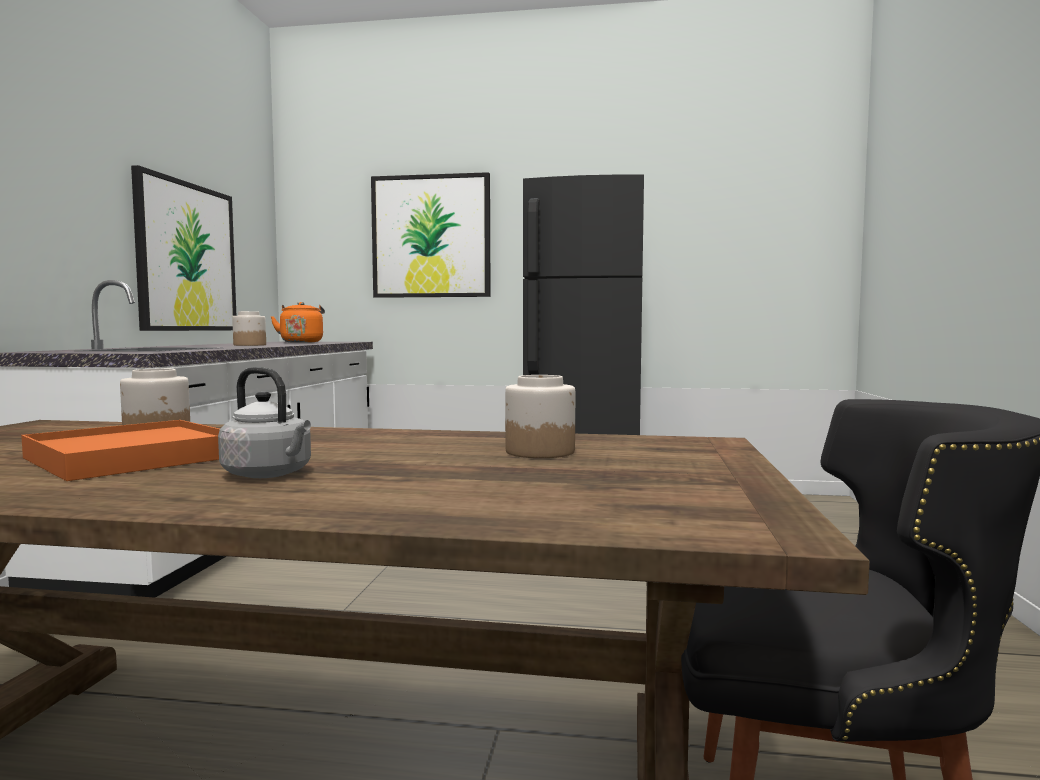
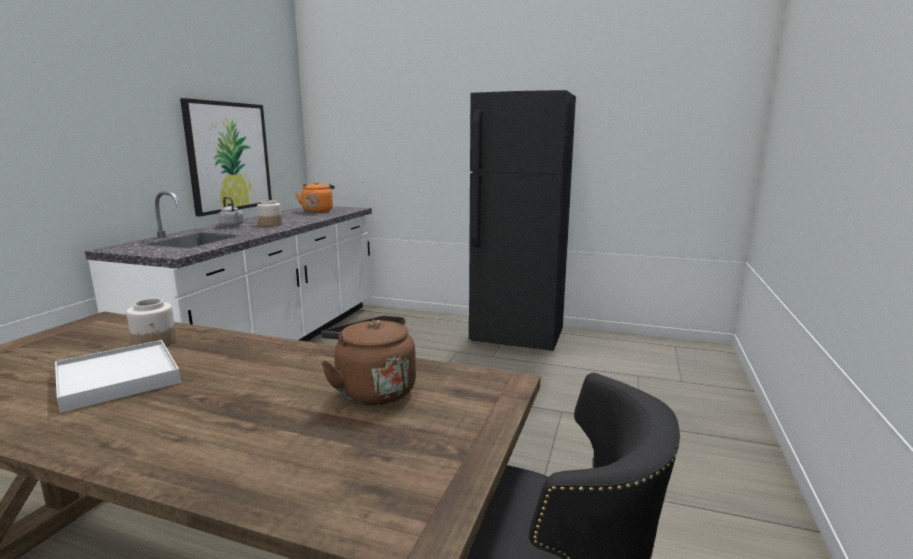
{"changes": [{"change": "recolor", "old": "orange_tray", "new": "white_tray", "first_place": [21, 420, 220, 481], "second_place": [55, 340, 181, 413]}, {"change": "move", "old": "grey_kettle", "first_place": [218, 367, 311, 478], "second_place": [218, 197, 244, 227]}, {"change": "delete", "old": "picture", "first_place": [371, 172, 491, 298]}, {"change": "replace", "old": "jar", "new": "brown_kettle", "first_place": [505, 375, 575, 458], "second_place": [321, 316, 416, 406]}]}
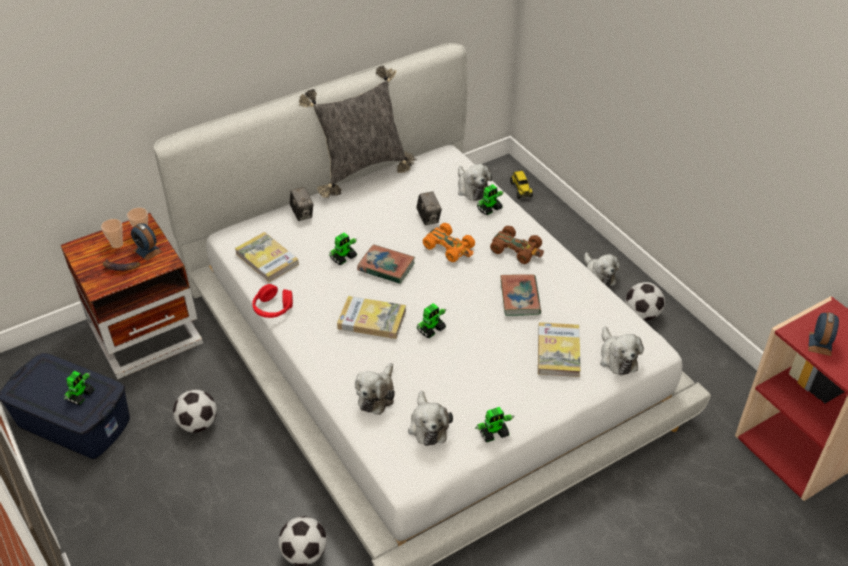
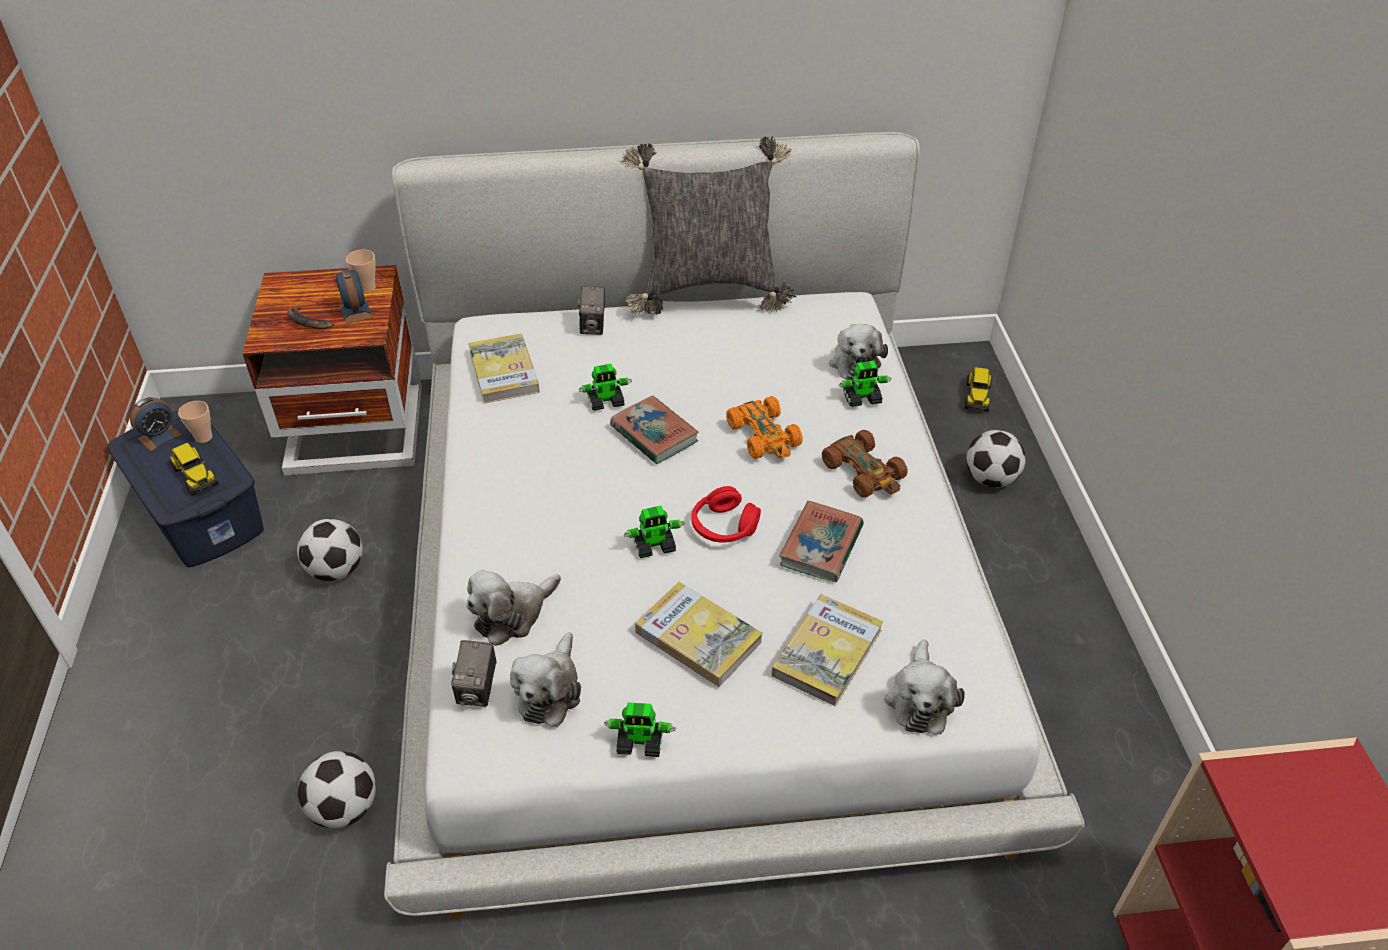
{"changes": [{"change": "replace", "old": "toy_robot", "new": "toy_truck", "first_place": [64, 371, 95, 405], "second_place": [170, 443, 219, 496]}, {"change": "move", "old": "cup", "first_place": [101, 219, 123, 248], "second_place": [178, 401, 212, 443]}, {"change": "move", "old": "red_headphones", "first_place": [252, 284, 293, 318], "second_place": [691, 486, 761, 543]}, {"change": "move", "old": "book", "first_place": [337, 296, 406, 339], "second_place": [635, 582, 763, 687]}, {"change": "move", "old": "photo_camera", "first_place": [416, 191, 442, 225], "second_place": [451, 640, 497, 707]}, {"change": "delete", "old": "plush_toy", "first_place": [584, 252, 620, 287]}, {"change": "move", "old": "football", "first_place": [625, 282, 665, 321], "second_place": [966, 430, 1025, 488]}, {"change": "move", "old": "alarm_clock", "first_place": [808, 312, 839, 356], "second_place": [130, 397, 181, 451]}]}
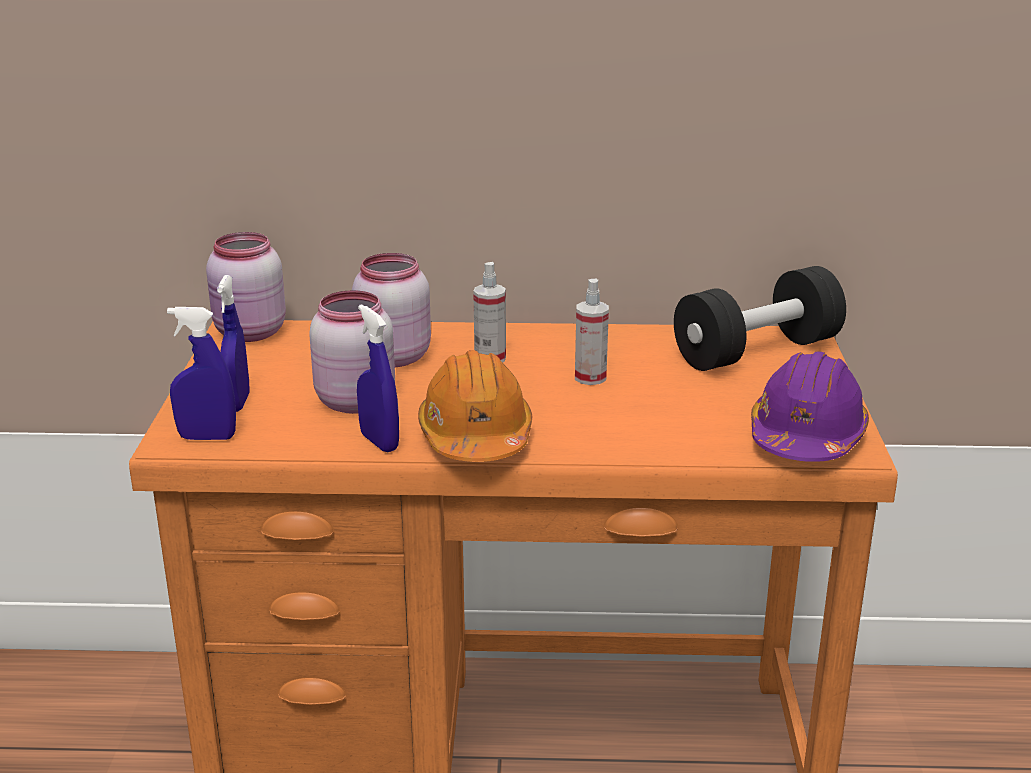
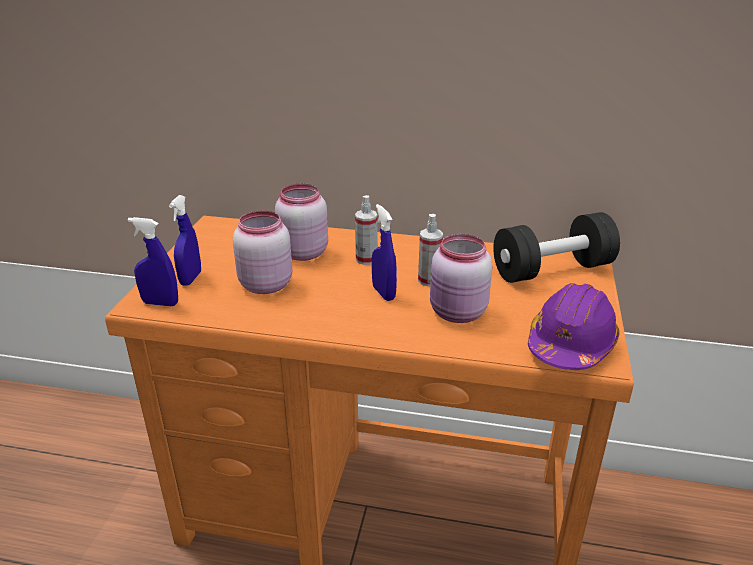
{"changes": [{"change": "move", "old": "pink_jar", "first_place": [206, 232, 286, 342], "second_place": [430, 234, 492, 323]}, {"change": "move", "old": "blue_spray_bottle", "first_place": [357, 304, 399, 452], "second_place": [372, 204, 397, 301]}, {"change": "delete", "old": "orange_hard_hat", "first_place": [418, 350, 533, 462]}]}
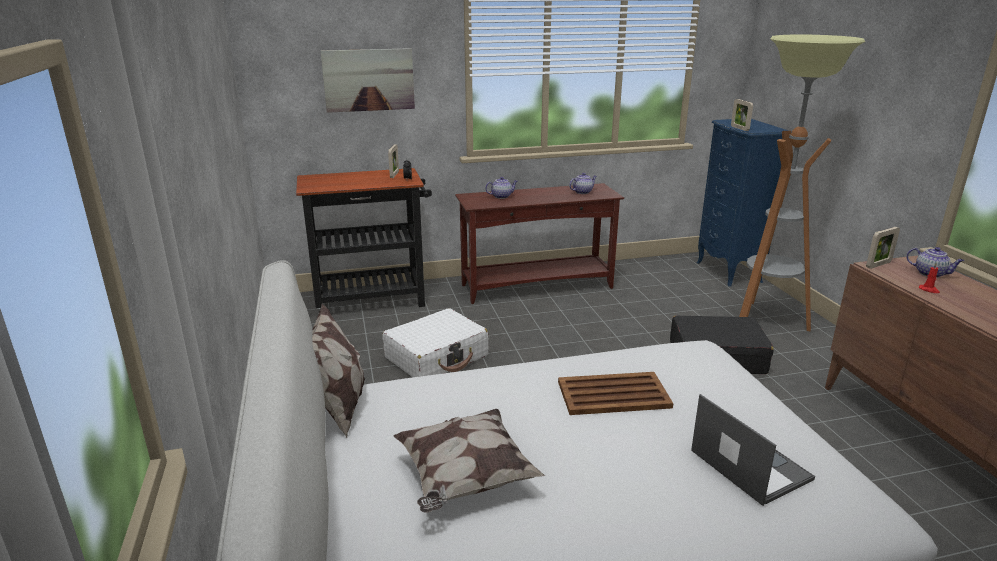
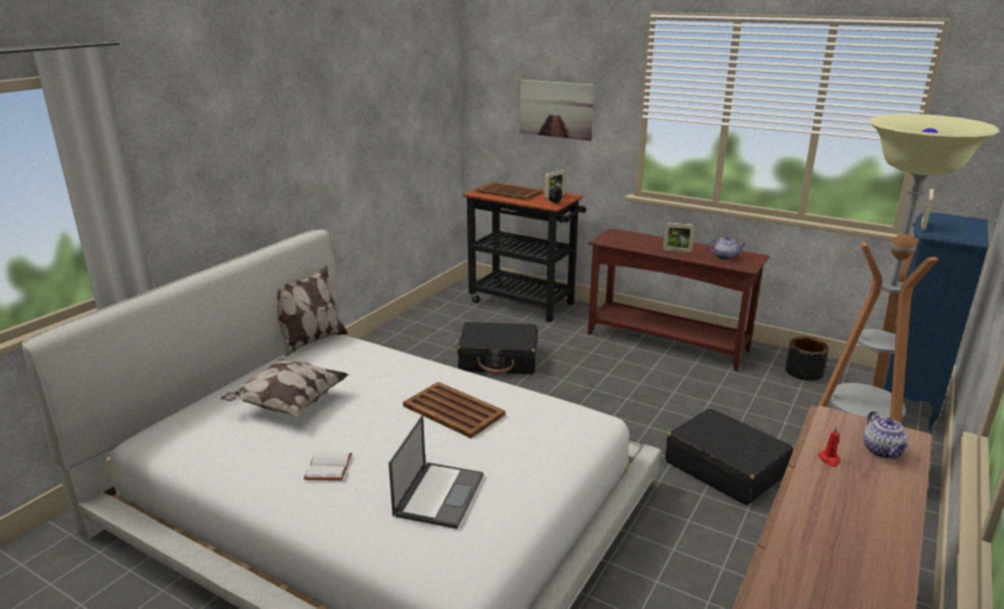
{"changes": [{"change": "recolor", "old": "white_suitcase", "new": "black_suitcase", "first_place": [382, 308, 488, 377], "second_place": [457, 322, 537, 375]}, {"change": "delete", "old": "teapot", "first_place": [485, 177, 517, 199]}, {"change": "move", "old": "picture_frame", "first_place": [866, 227, 900, 269], "second_place": [663, 222, 695, 253]}, {"change": "insert", "new": "white_book", "second_place": [304, 452, 352, 480]}, {"change": "insert", "new": "brown_tray", "second_place": [477, 182, 542, 200]}, {"change": "insert", "new": "black_planter", "second_place": [785, 337, 829, 381]}]}
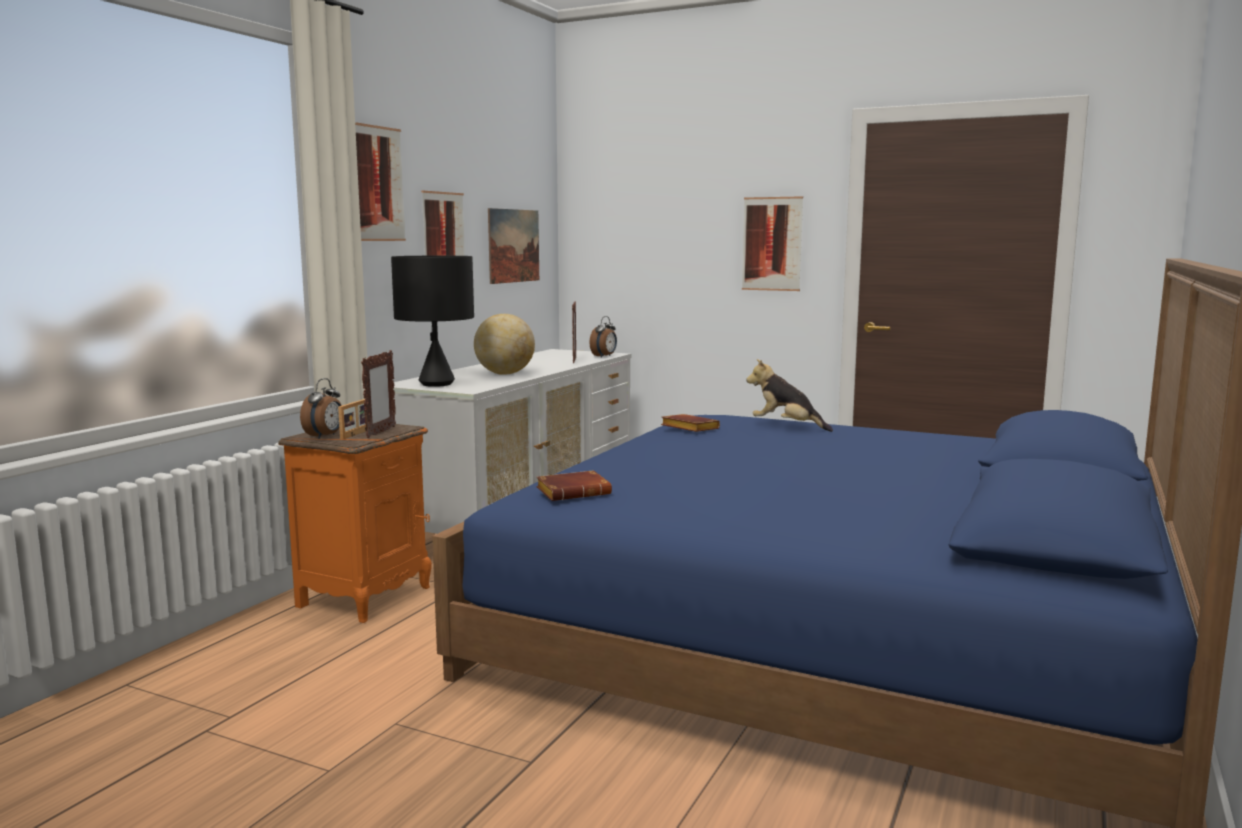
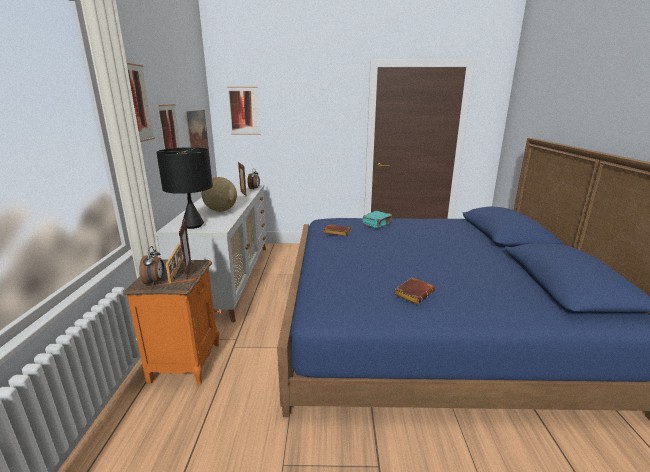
{"changes": [{"change": "move", "old": "brown_book", "first_place": [536, 470, 612, 501], "second_place": [394, 277, 435, 304]}, {"change": "move", "old": "picture", "first_place": [742, 196, 803, 291], "second_place": [227, 87, 260, 135]}, {"change": "replace", "old": "plush_toy", "new": "turquoise_book", "first_place": [746, 359, 833, 432], "second_place": [362, 211, 392, 228]}]}
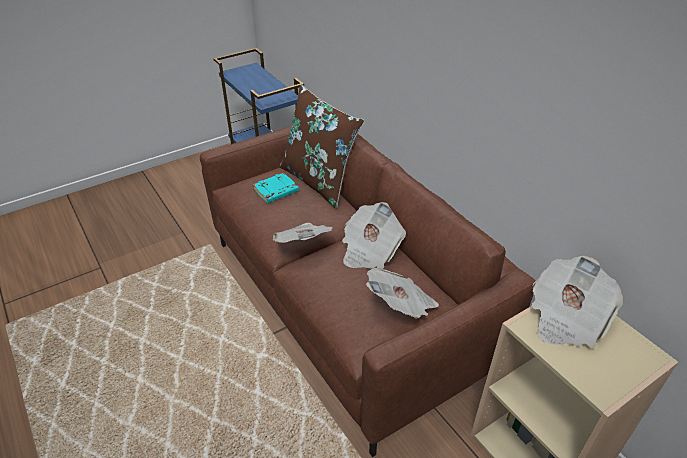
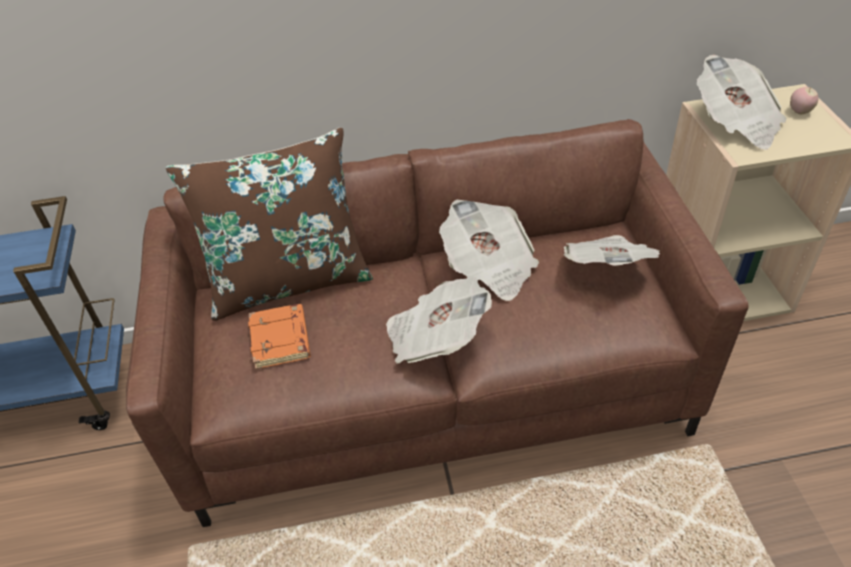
{"changes": [{"change": "recolor", "old": "turquoise_book", "new": "orange_book", "first_place": [253, 173, 299, 203], "second_place": [248, 304, 311, 369]}, {"change": "insert", "new": "apple", "second_place": [790, 87, 818, 114]}]}
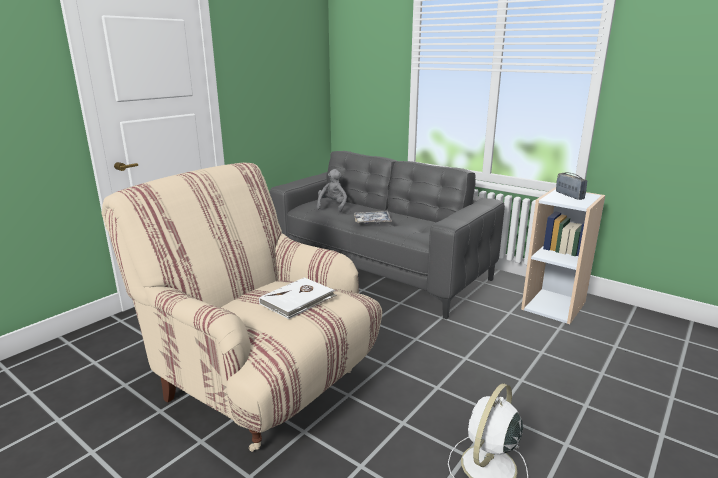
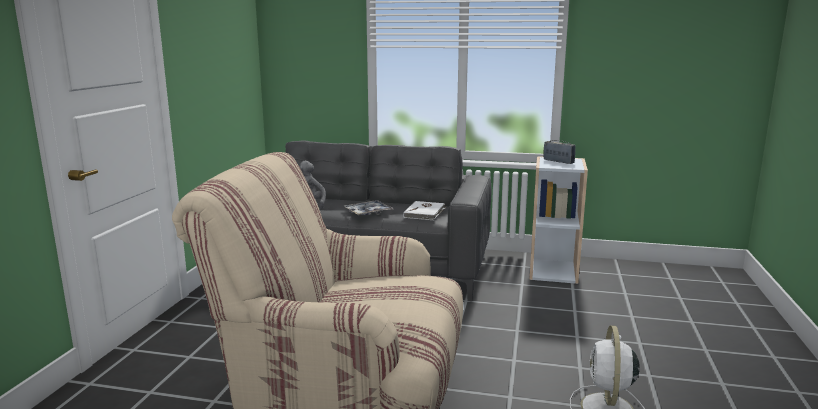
{"changes": [{"change": "move", "old": "white_book", "first_place": [259, 277, 337, 319], "second_place": [403, 201, 447, 220]}]}
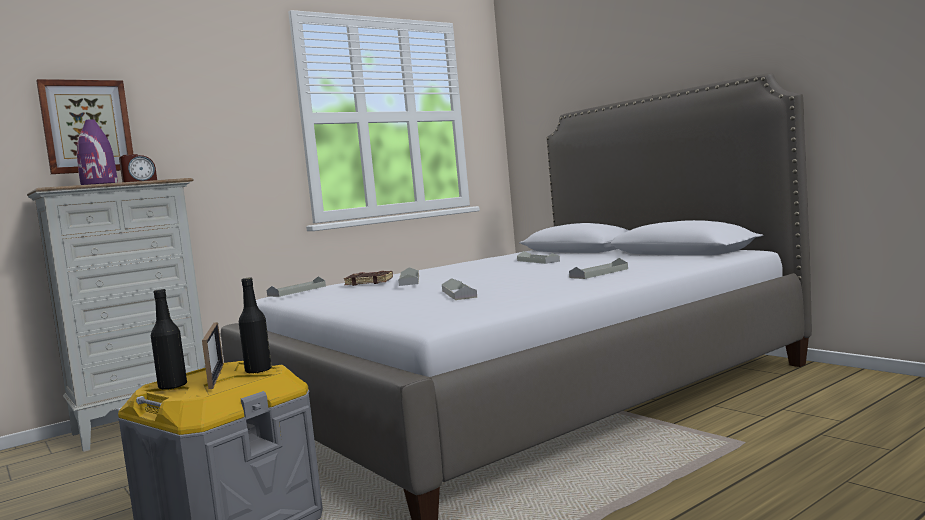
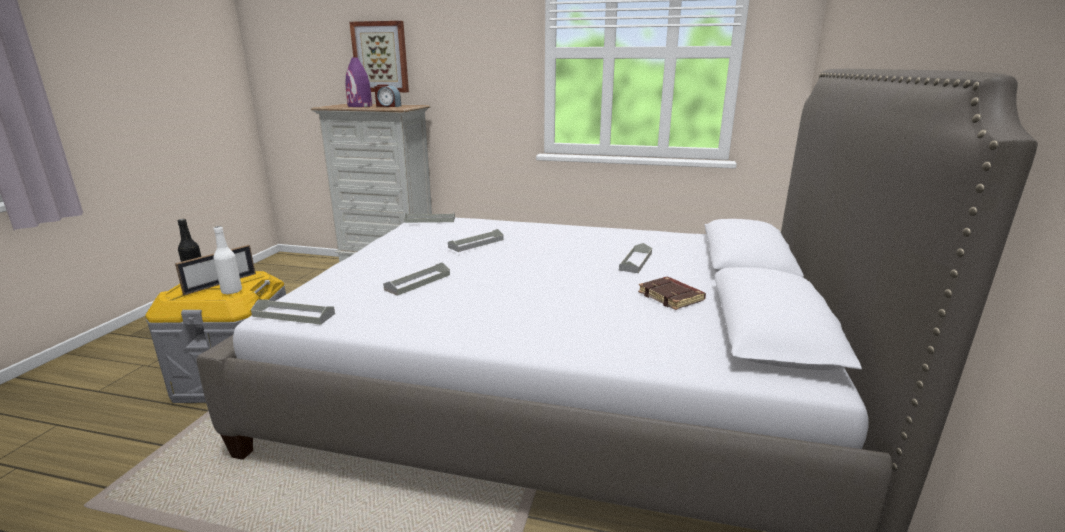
{"changes": [{"change": "recolor", "old": "black_bottle", "new": "white_bottle", "first_place": [239, 278, 272, 374], "second_place": [213, 226, 242, 294]}, {"change": "move", "old": "brown_book", "first_place": [344, 271, 393, 286], "second_place": [638, 277, 706, 310]}, {"change": "move", "old": "grey_tray", "first_place": [569, 258, 628, 279], "second_place": [251, 299, 335, 324]}]}
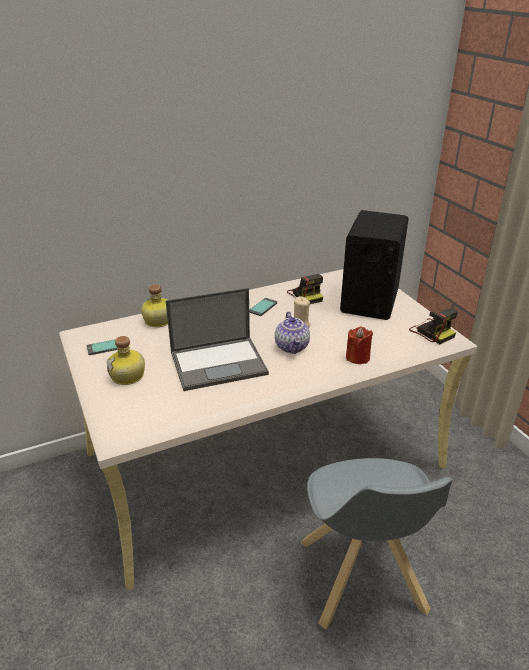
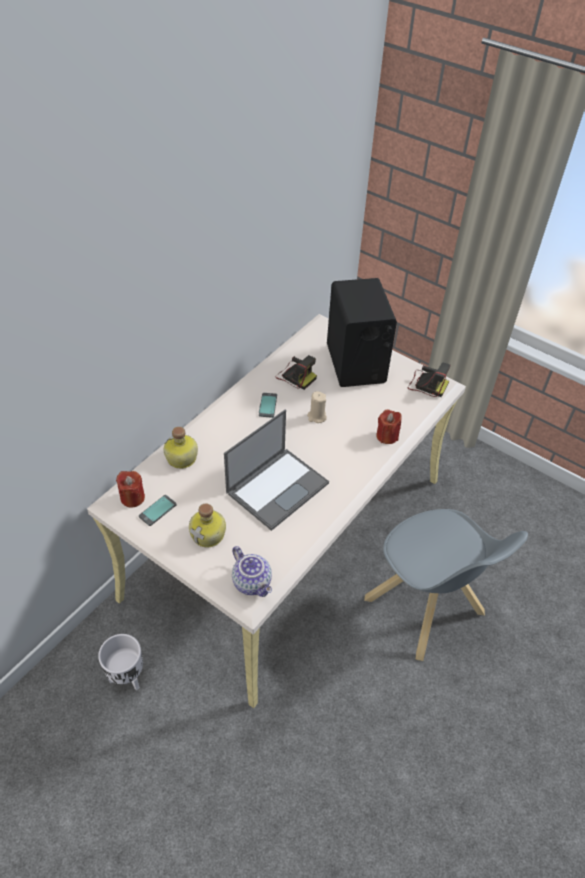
{"changes": [{"change": "move", "old": "teapot", "first_place": [275, 312, 310, 354], "second_place": [232, 546, 272, 597]}, {"change": "insert", "new": "white_planter", "second_place": [98, 634, 143, 691]}, {"change": "insert", "new": "red_candle", "second_place": [116, 471, 145, 508]}]}
